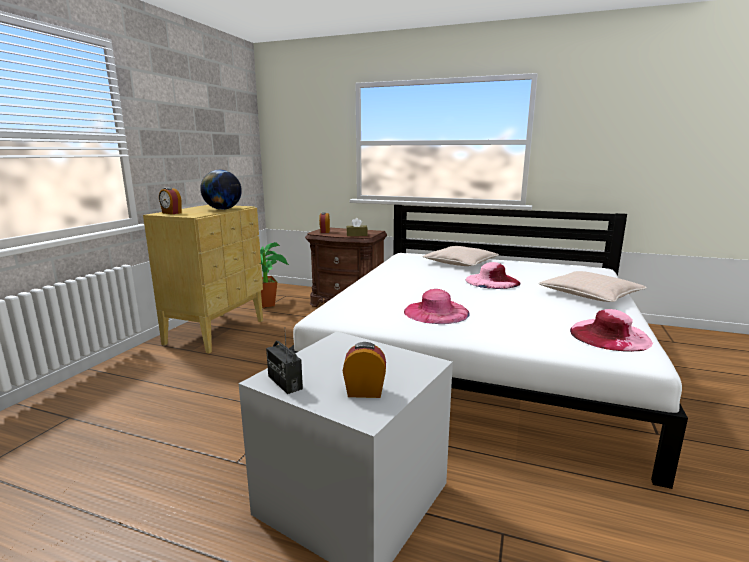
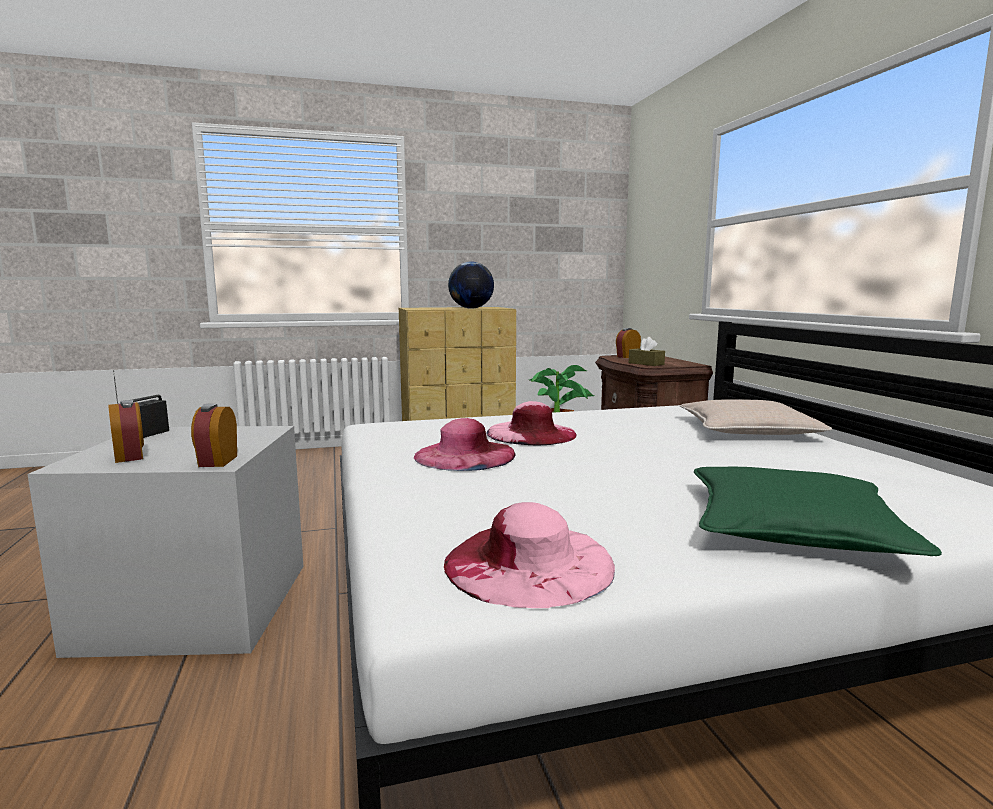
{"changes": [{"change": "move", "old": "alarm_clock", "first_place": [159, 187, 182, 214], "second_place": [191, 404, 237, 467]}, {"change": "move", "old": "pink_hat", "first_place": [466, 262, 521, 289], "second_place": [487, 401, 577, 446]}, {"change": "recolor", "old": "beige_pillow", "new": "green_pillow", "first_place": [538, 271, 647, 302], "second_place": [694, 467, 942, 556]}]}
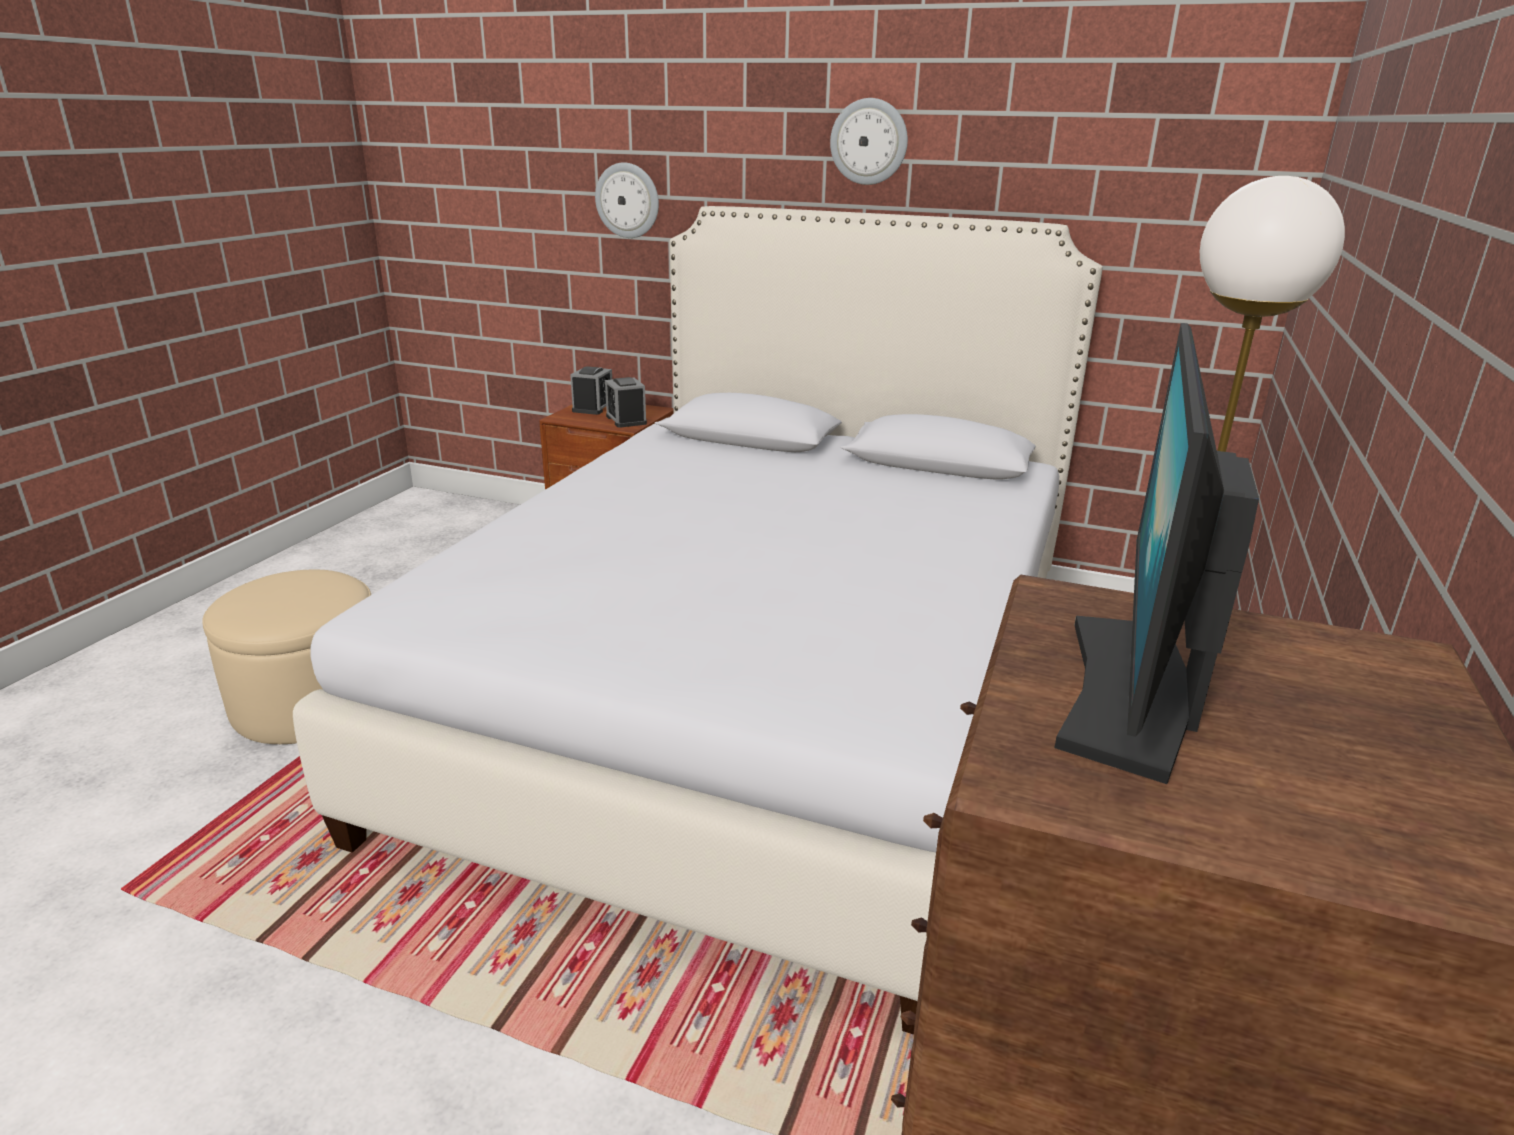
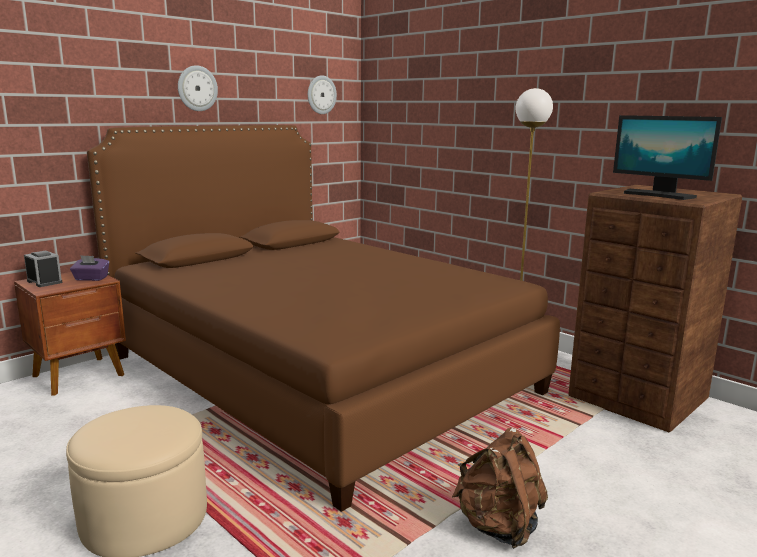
{"changes": [{"change": "recolor", "old": "white_bed", "new": "brown_bed", "first_place": [293, 206, 1103, 1035], "second_place": [87, 125, 560, 512]}, {"change": "move", "old": "wall_clock", "first_place": [595, 162, 659, 238], "second_place": [308, 75, 337, 114]}, {"change": "replace", "old": "alarm_clock", "new": "purple_tissue_box", "first_place": [605, 377, 647, 428], "second_place": [70, 255, 109, 281]}, {"change": "insert", "new": "brown_backpack", "second_place": [452, 428, 548, 549]}]}
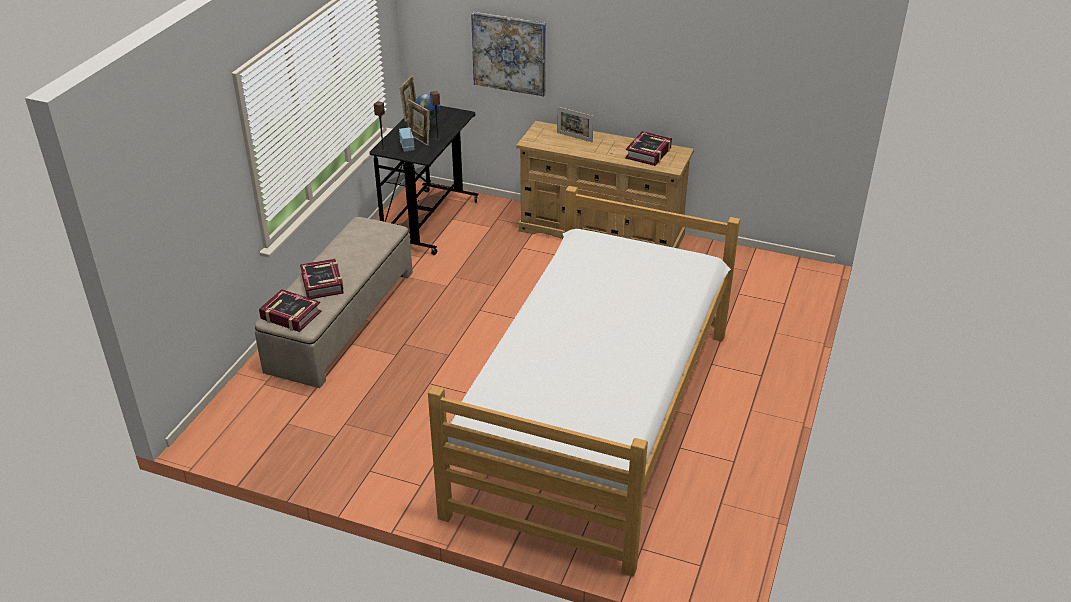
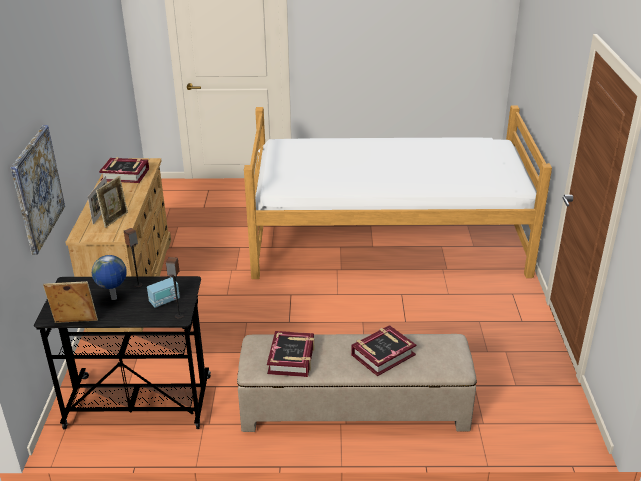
{"changes": [{"change": "move", "old": "book", "first_place": [259, 289, 321, 332], "second_place": [267, 331, 314, 377]}, {"change": "move", "old": "picture_frame", "first_place": [408, 99, 429, 146], "second_place": [96, 176, 128, 228]}]}
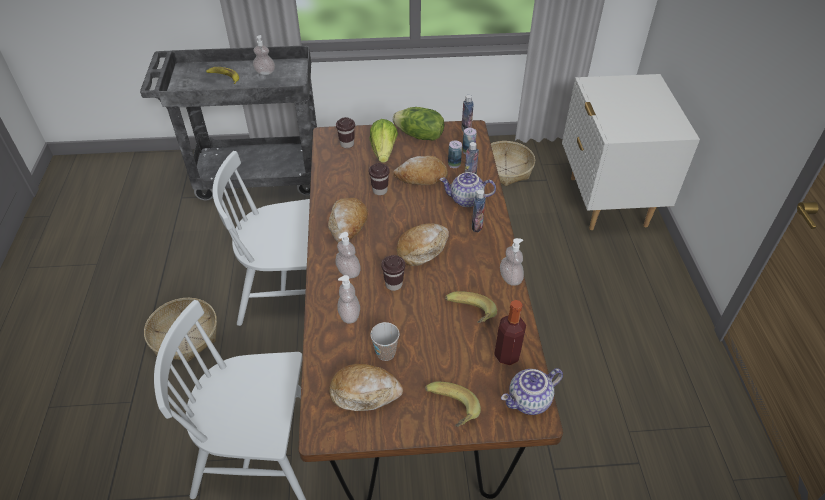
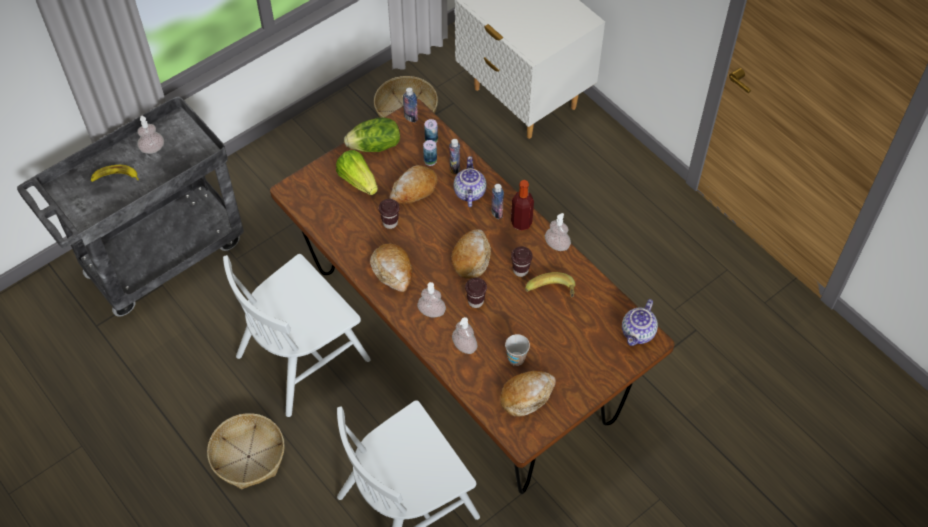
{"changes": [{"change": "move", "old": "brown_cup", "first_place": [336, 117, 355, 148], "second_place": [511, 246, 533, 277]}, {"change": "delete", "old": "banana", "first_place": [425, 381, 481, 427]}, {"change": "rotate", "old": "teapot", "first_place": [439, 172, 496, 207], "second_place": [454, 156, 487, 207], "degrees": 120}, {"change": "move", "old": "bottle", "first_place": [494, 300, 526, 365], "second_place": [511, 180, 534, 231]}]}
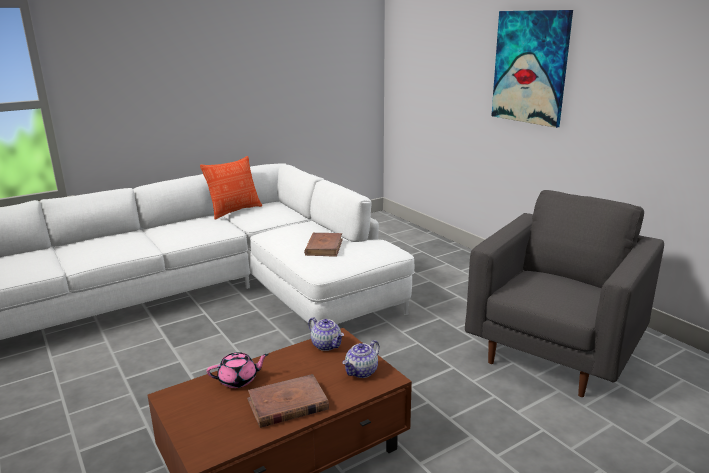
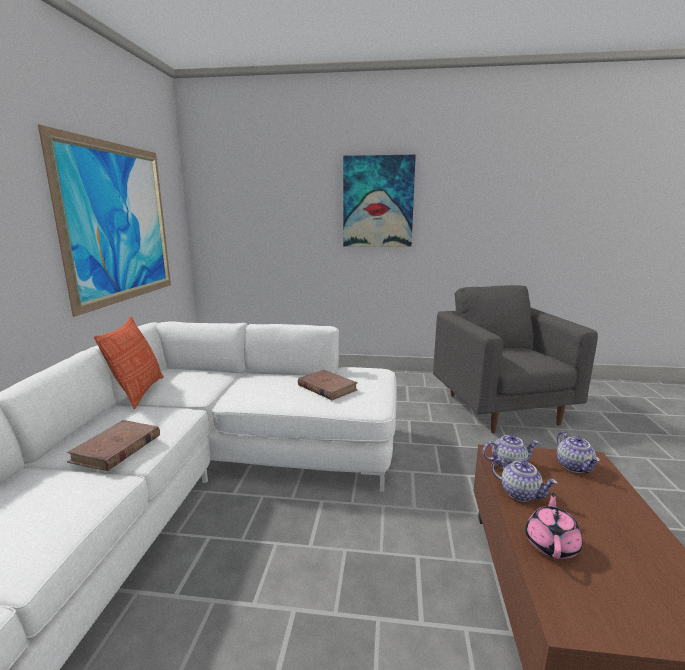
{"changes": [{"change": "move", "old": "brown_book", "first_place": [247, 374, 329, 428], "second_place": [67, 420, 160, 471]}, {"change": "insert", "new": "picture", "second_place": [38, 124, 171, 317]}, {"change": "insert", "new": "teapot", "second_place": [491, 458, 558, 502]}]}
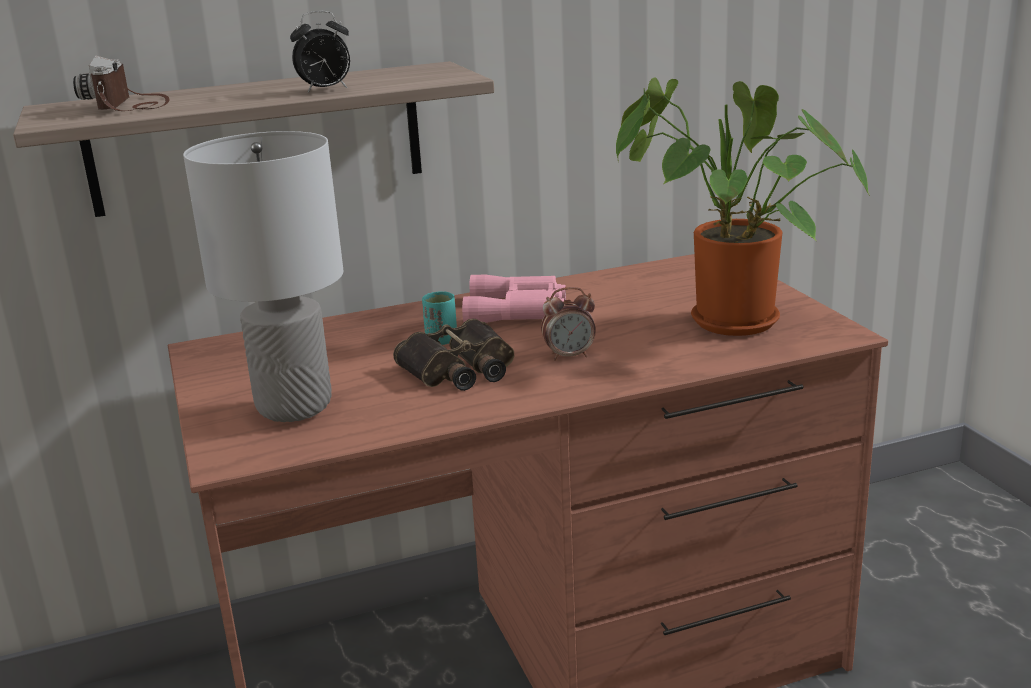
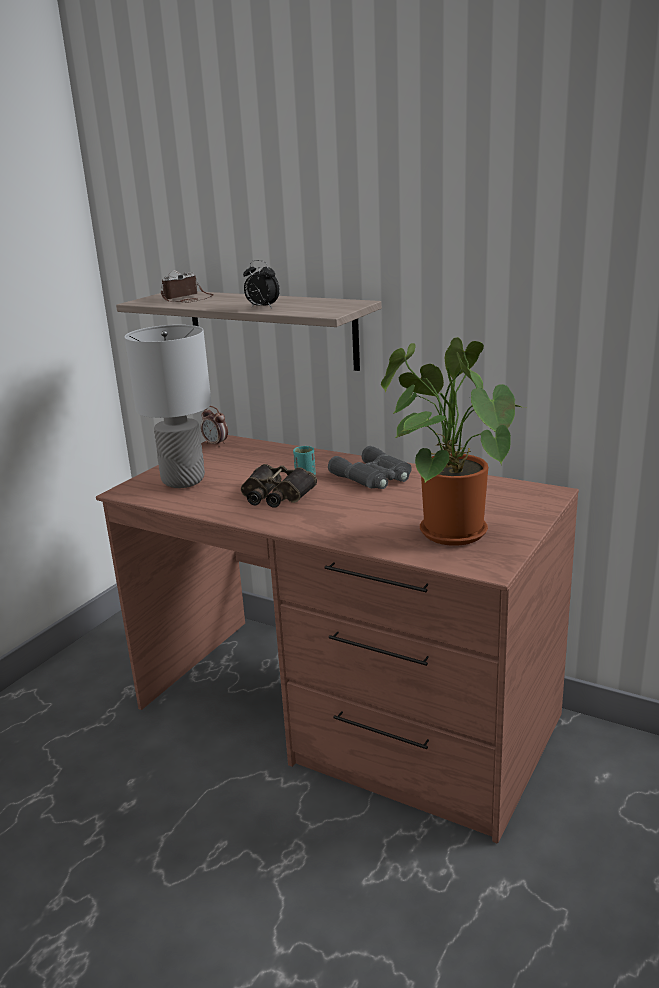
{"changes": [{"change": "recolor", "old": "pink_binoculars", "new": "grey_binoculars", "first_place": [462, 275, 566, 323], "second_place": [328, 446, 412, 489]}, {"change": "move", "old": "alarm_clock", "first_place": [541, 287, 596, 361], "second_place": [201, 406, 228, 447]}]}
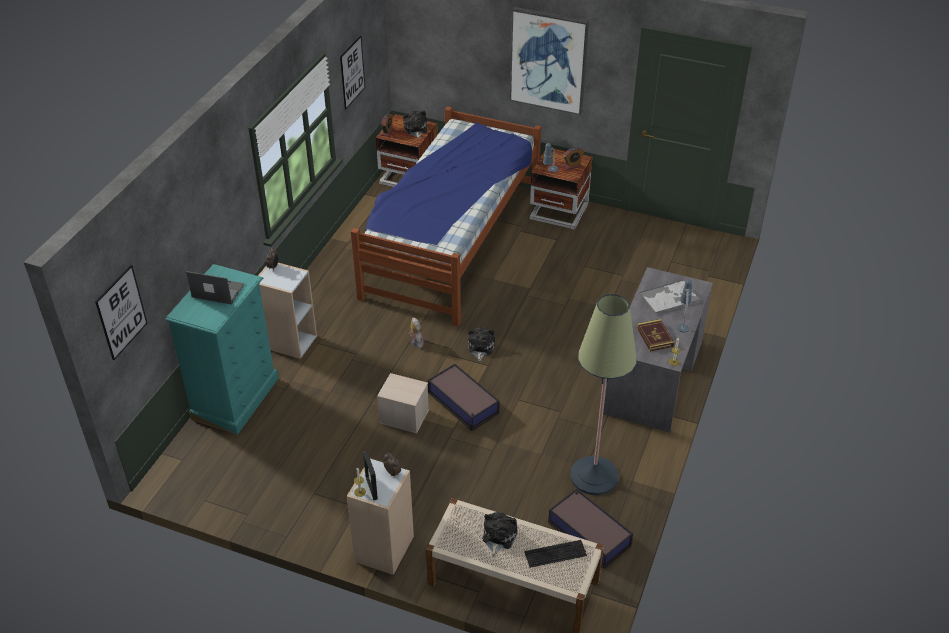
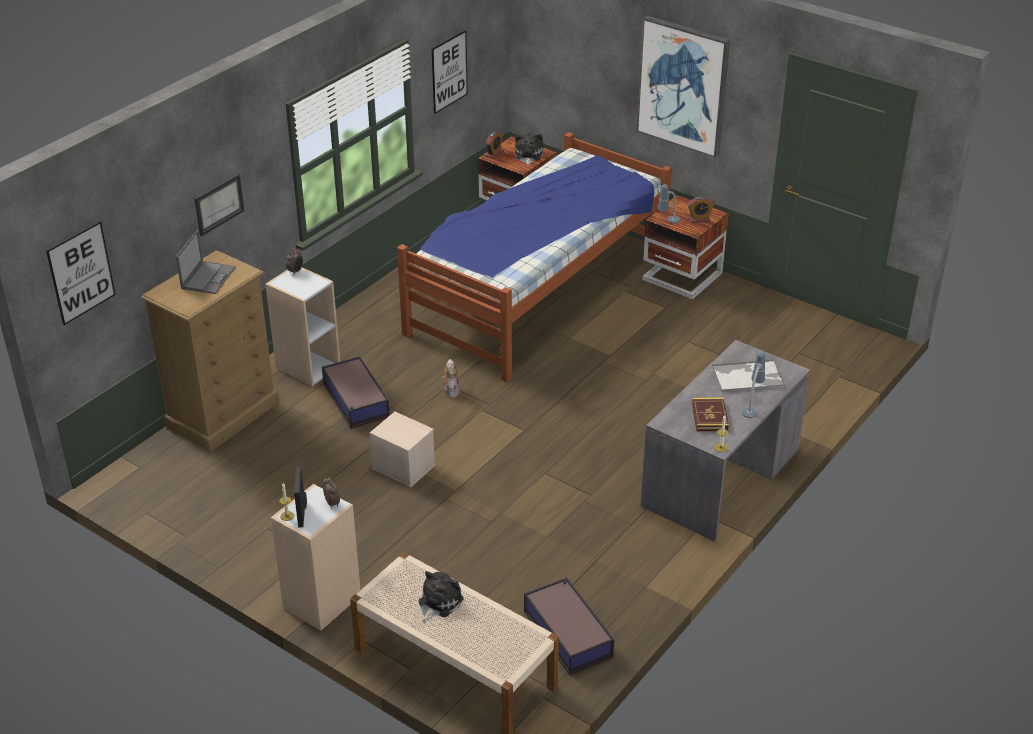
{"changes": [{"change": "recolor", "old": "turquoise_dresser", "new": "brown_dresser", "first_place": [165, 264, 279, 435], "second_place": [141, 251, 279, 452]}, {"change": "rotate", "old": "laptop", "first_place": [186, 271, 244, 304], "second_place": [176, 230, 235, 294], "degrees": 75}, {"change": "move", "old": "storage_box", "first_place": [428, 364, 500, 431], "second_place": [322, 357, 390, 428]}, {"change": "delete", "old": "plush_toy", "first_place": [468, 327, 495, 361]}, {"change": "delete", "old": "keyboard", "first_place": [524, 540, 587, 568]}, {"change": "delete", "old": "floor_lamp", "first_place": [570, 294, 637, 495]}, {"change": "insert", "new": "picture", "second_place": [195, 174, 244, 236]}]}
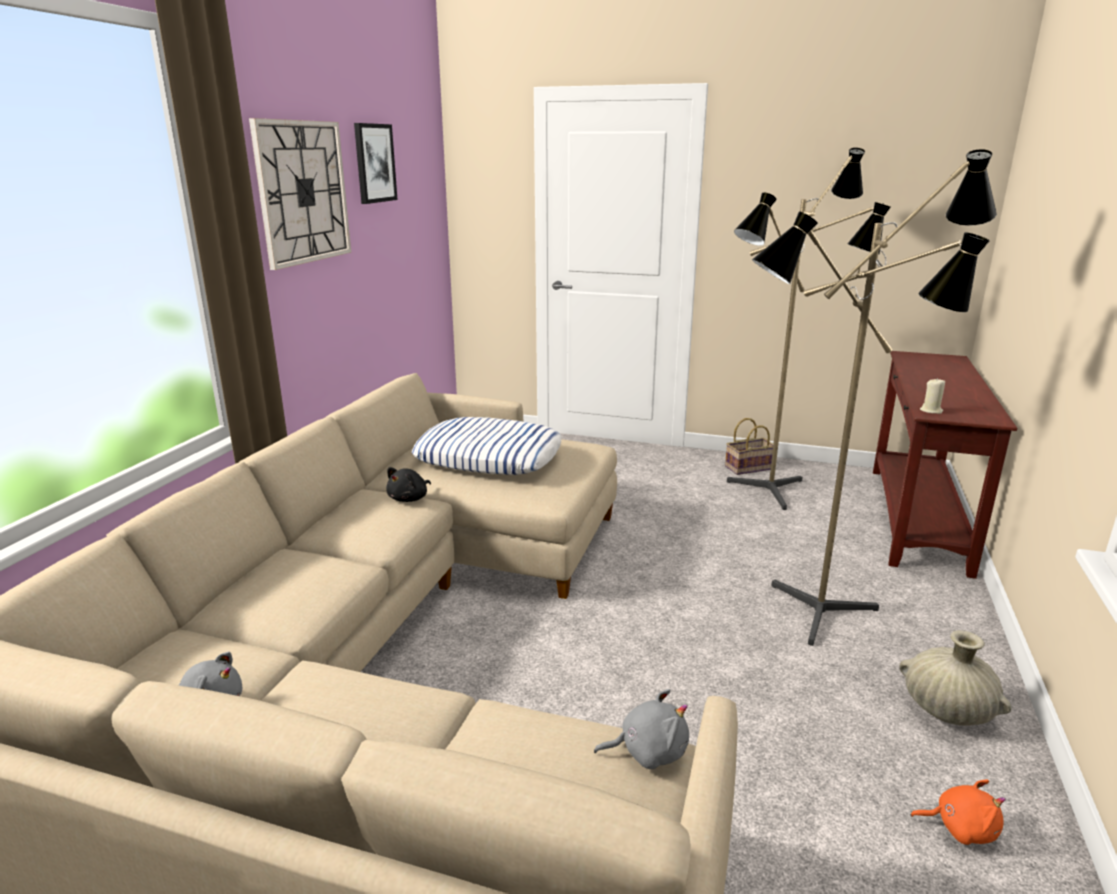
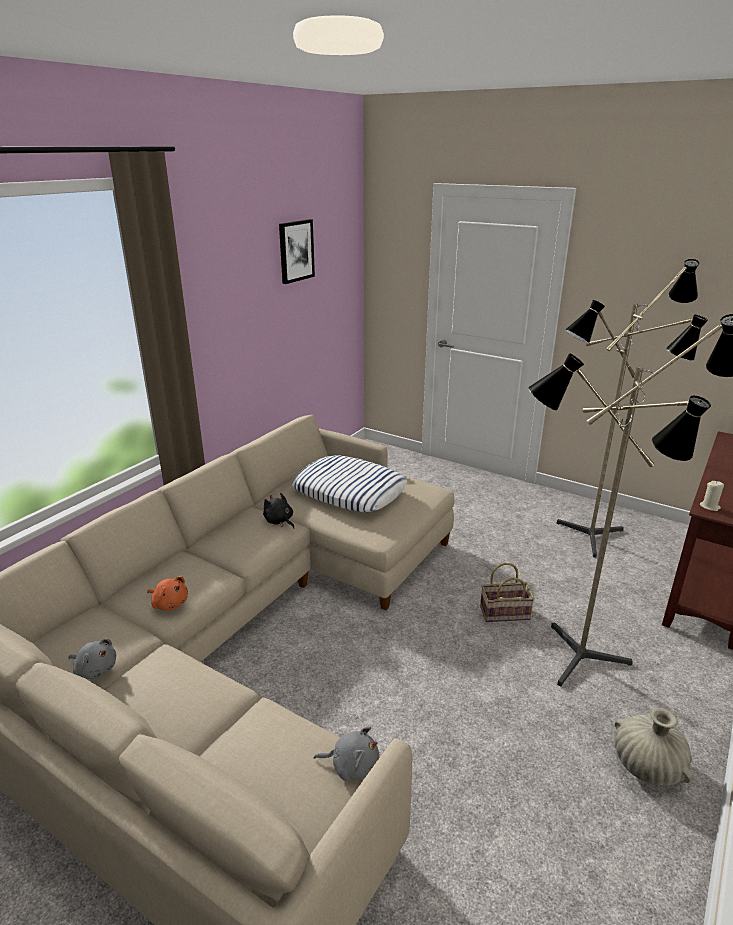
{"changes": [{"change": "delete", "old": "wall_clock", "first_place": [249, 118, 351, 270]}, {"change": "rotate", "old": "black_plush_toy", "first_place": [386, 467, 431, 502], "second_place": [263, 493, 294, 529], "degrees": 90}, {"change": "move", "old": "basket", "first_place": [725, 418, 773, 475], "second_place": [480, 563, 535, 622]}, {"change": "move", "old": "orange_plush_toy", "first_place": [910, 779, 1006, 845], "second_place": [147, 576, 188, 610]}]}
